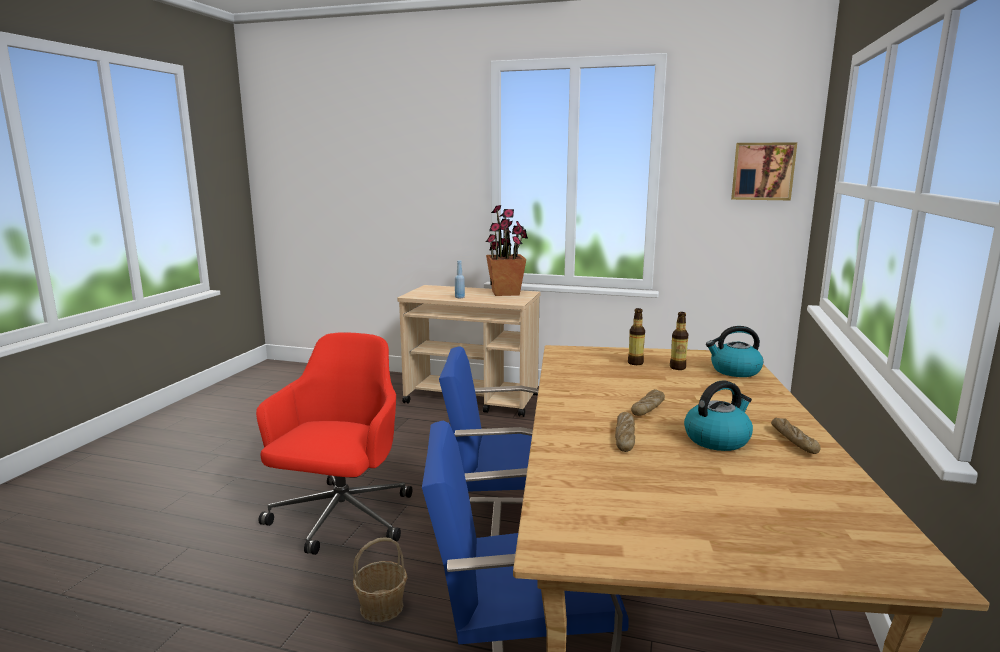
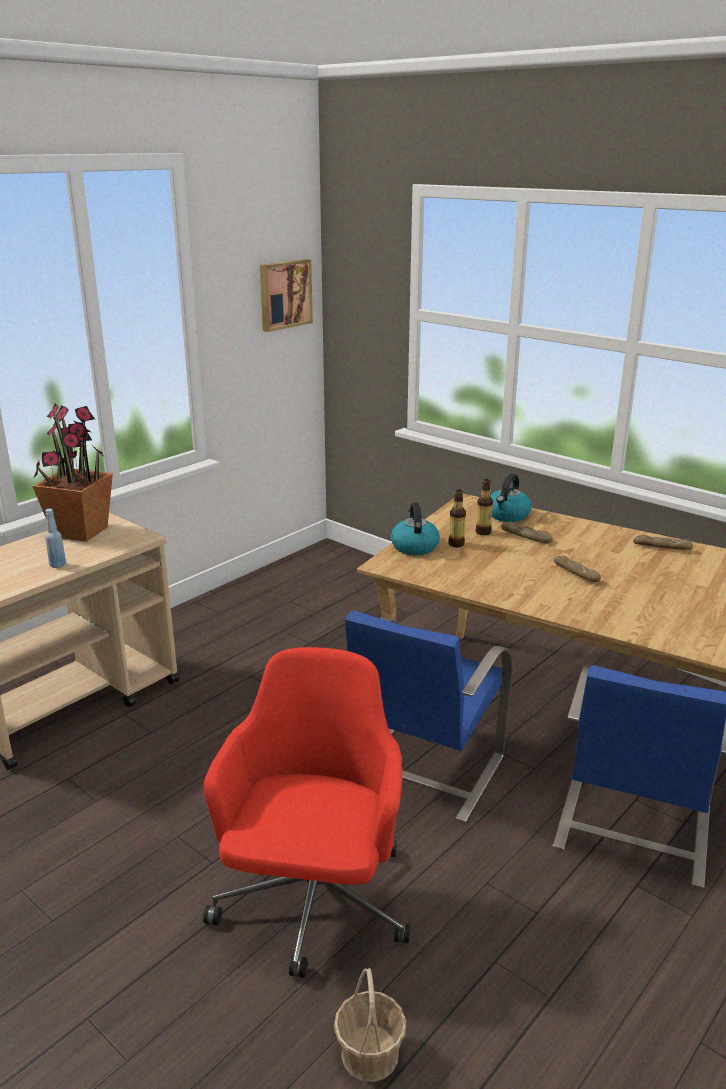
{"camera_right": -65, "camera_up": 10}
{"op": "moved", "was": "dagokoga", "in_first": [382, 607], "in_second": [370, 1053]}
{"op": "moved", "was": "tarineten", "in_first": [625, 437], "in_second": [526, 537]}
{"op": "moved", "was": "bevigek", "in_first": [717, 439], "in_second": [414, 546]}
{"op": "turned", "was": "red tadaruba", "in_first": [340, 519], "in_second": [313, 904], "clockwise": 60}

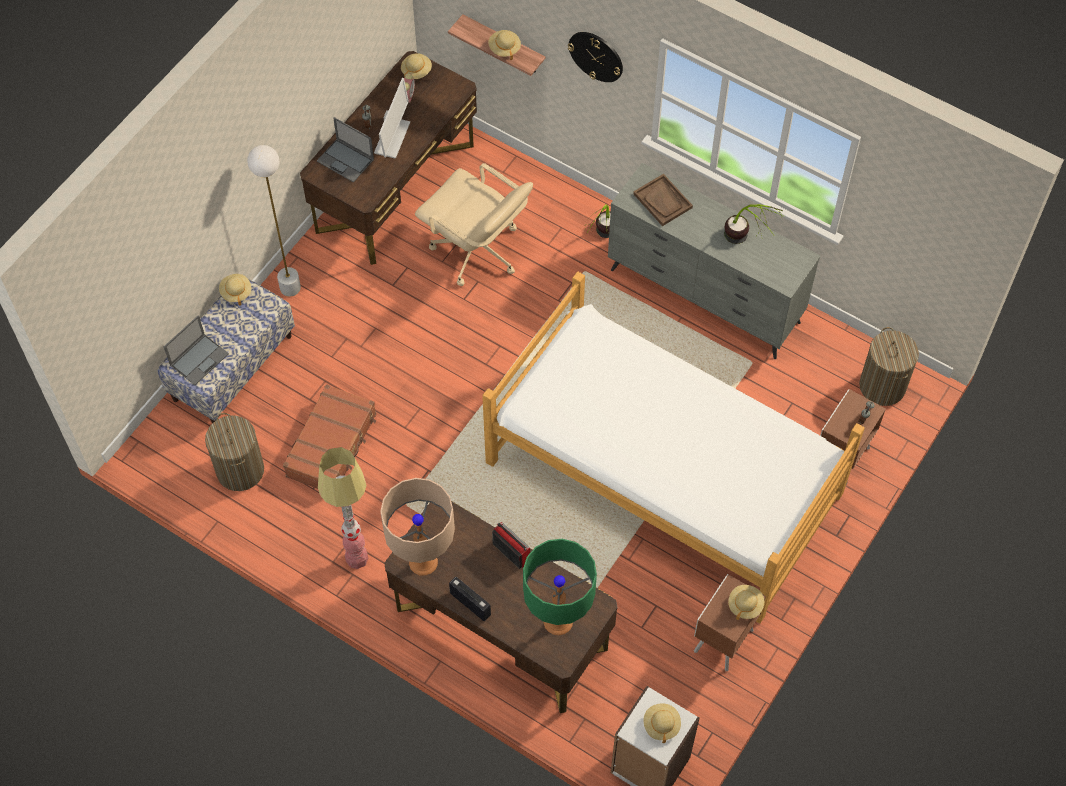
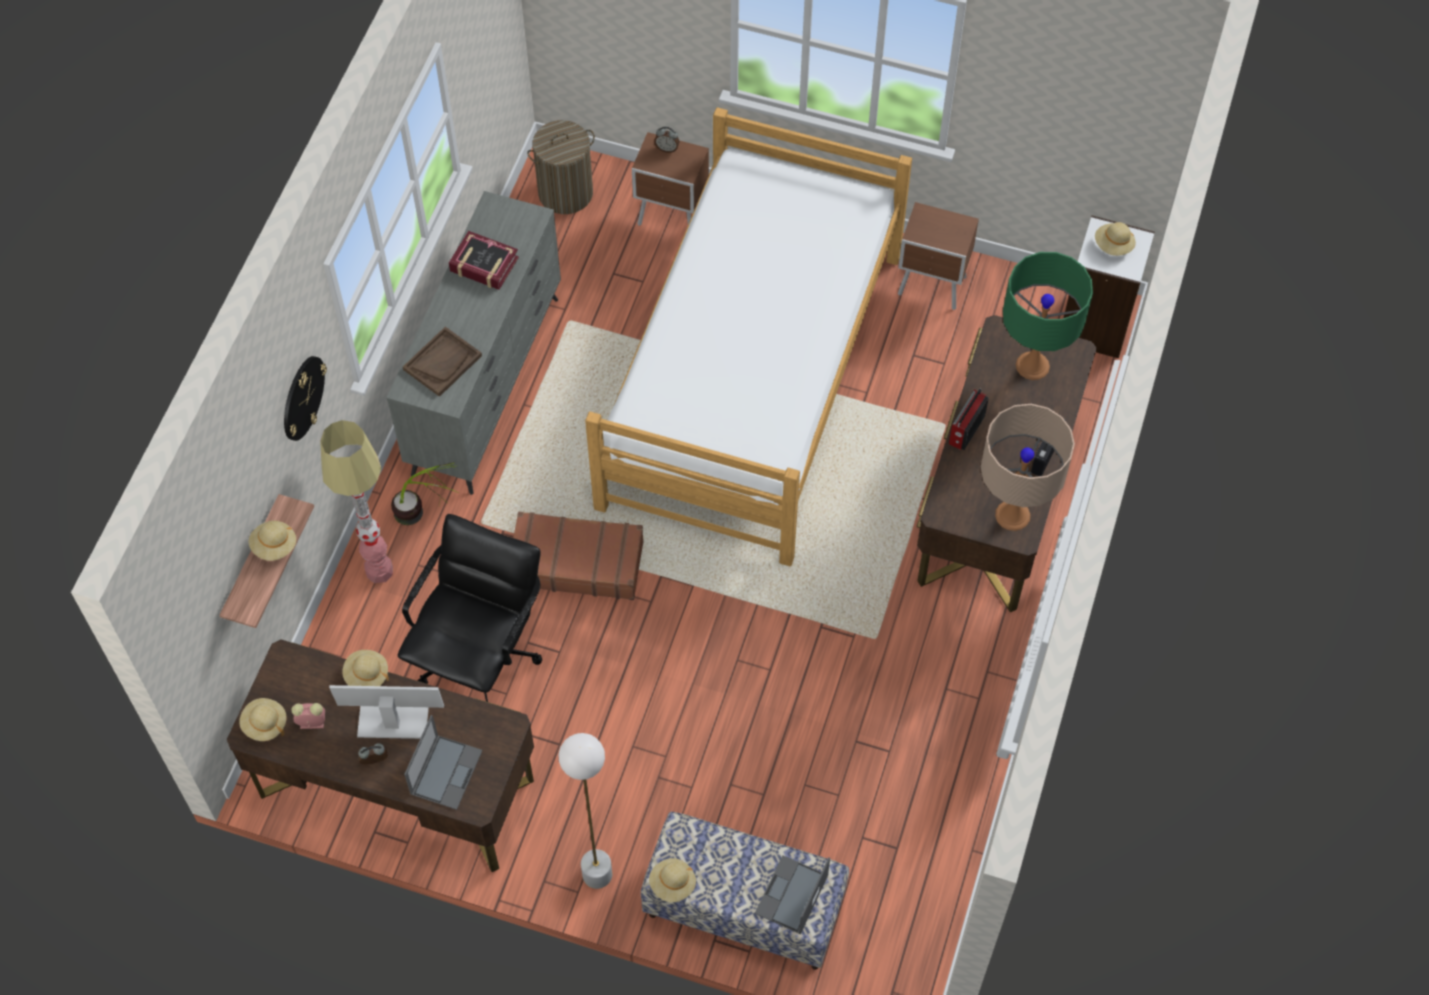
{"camera_right": -105, "camera_up": 0}
{"op": "removed", "was": "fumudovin", "in_first": [240, 470]}
{"op": "moved", "was": "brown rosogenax", "in_first": [332, 445], "in_second": [576, 562]}
{"op": "moved", "was": "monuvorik", "in_first": [357, 558], "in_second": [379, 571]}
{"op": "moved", "was": "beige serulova", "in_first": [745, 605], "in_second": [366, 675]}
{"op": "replaced", "was": "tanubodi", "now": "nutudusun", "in_first": [746, 242], "in_second": [484, 265]}
{"op": "recoloured", "was": "beige tadaruba", "now": "black tadaruba", "in_first": [477, 251], "in_second": [480, 655]}
{"op": "turned", "was": "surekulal", "in_first": [199, 359], "in_second": [791, 896], "clockwise": -90}

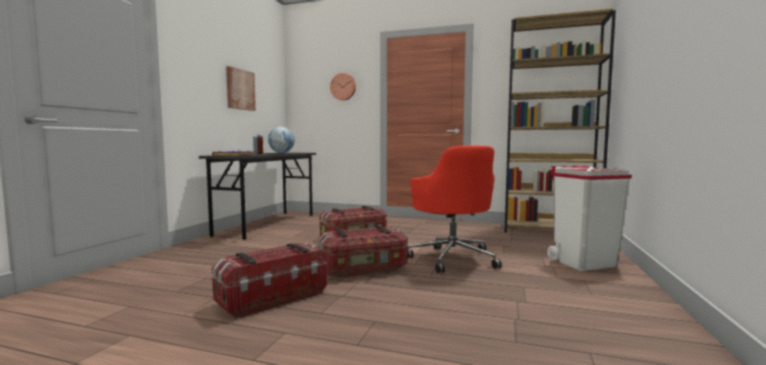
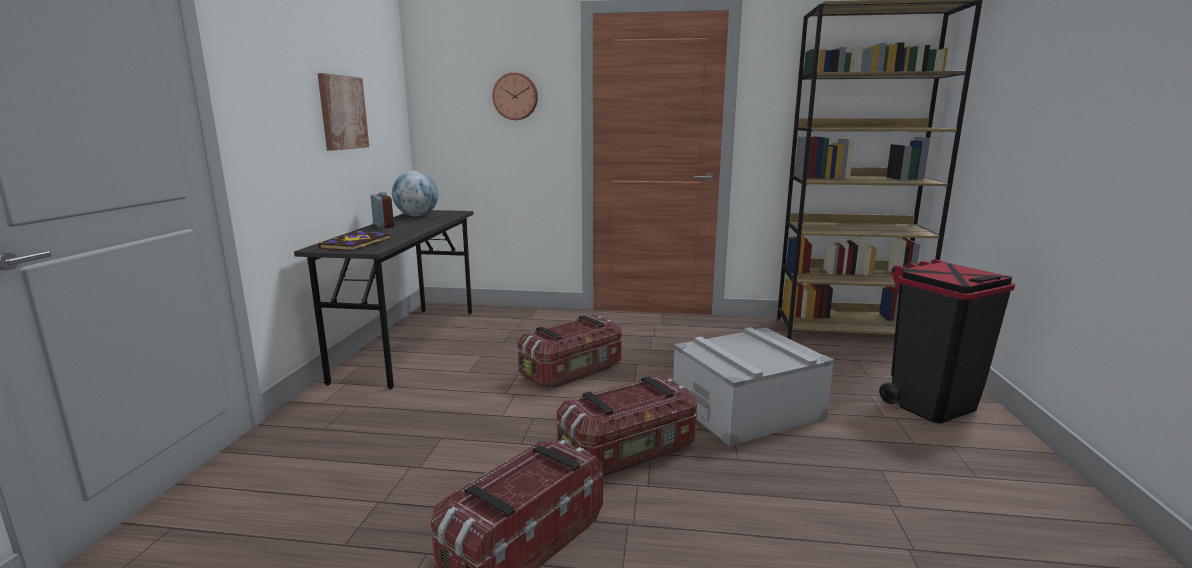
{"camera_right": -10, "camera_up": 10}
{"op": "replaced", "was": "red tadaruba", "now": "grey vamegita", "in_first": [452, 258], "in_second": [747, 410]}
{"op": "recoloured", "was": "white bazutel", "now": "black bazutel", "in_first": [583, 262], "in_second": [930, 404]}

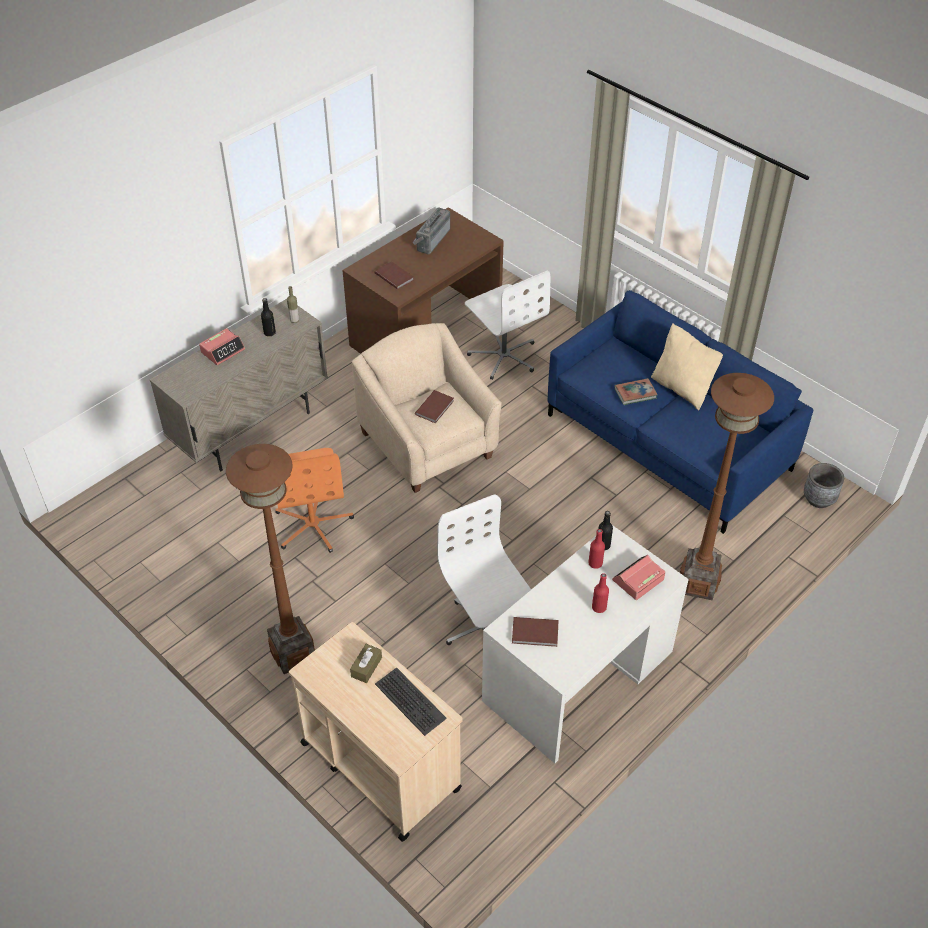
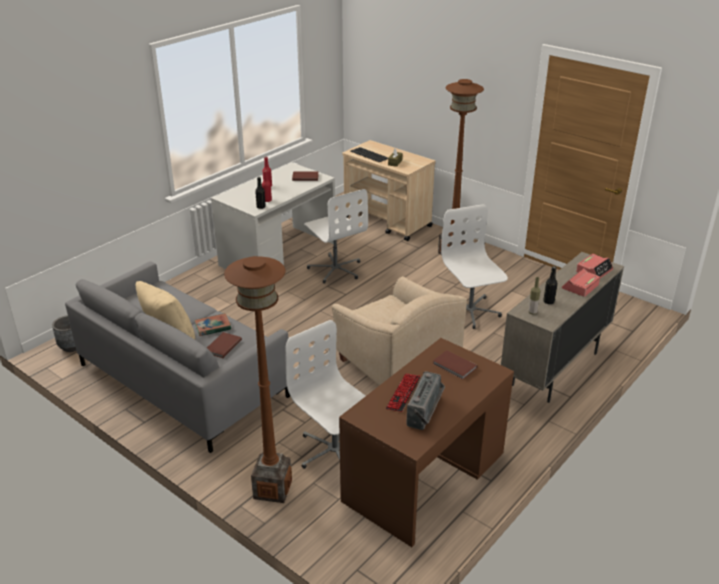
{"camera_right": 175, "camera_up": -15}
{"op": "added", "now": "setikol", "in_second": [403, 393]}
{"op": "moved", "was": "brown nutudusun", "in_first": [435, 407], "in_second": [222, 346]}
{"op": "moved", "was": "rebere", "in_first": [638, 580], "in_second": [594, 271]}
{"op": "moved", "was": "brown monuvorik", "in_first": [698, 584], "in_second": [272, 489]}
{"op": "recoloured", "was": "orange tadaruba", "now": "white tadaruba", "in_first": [313, 524], "in_second": [469, 311]}
{"op": "recoloured", "was": "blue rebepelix", "now": "grey rebepelix", "in_first": [667, 442], "in_second": [183, 380]}

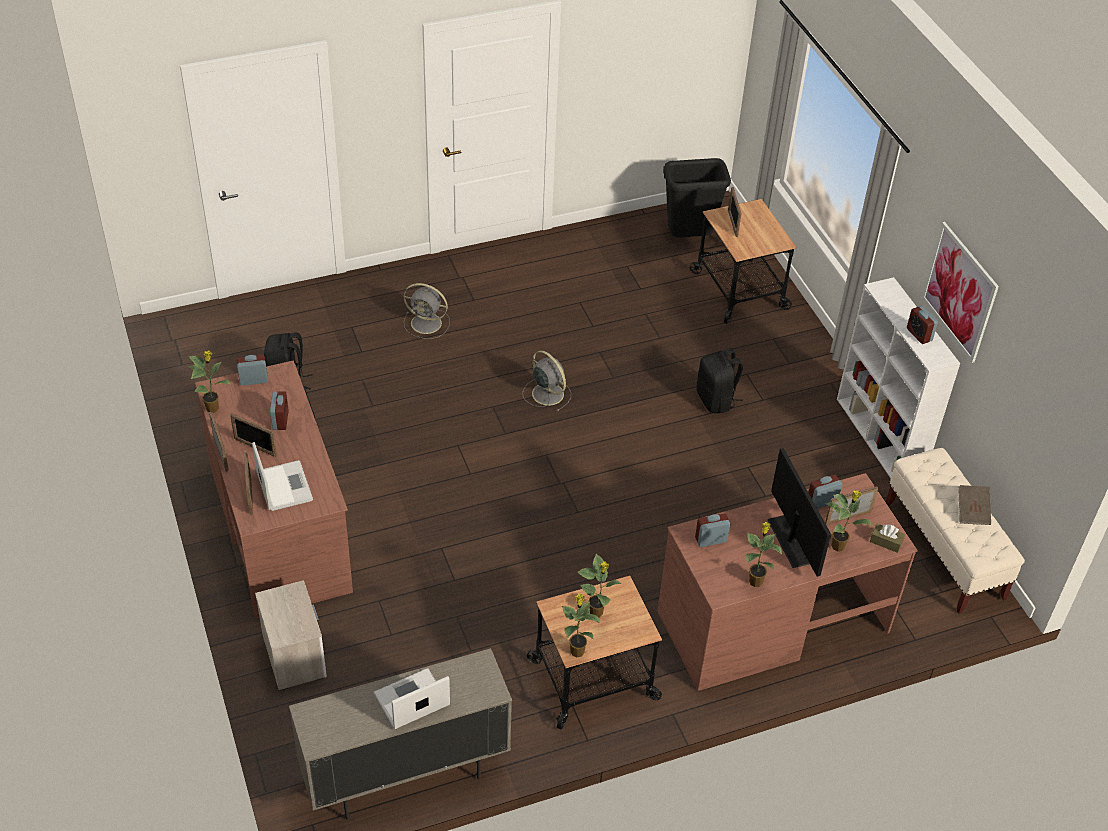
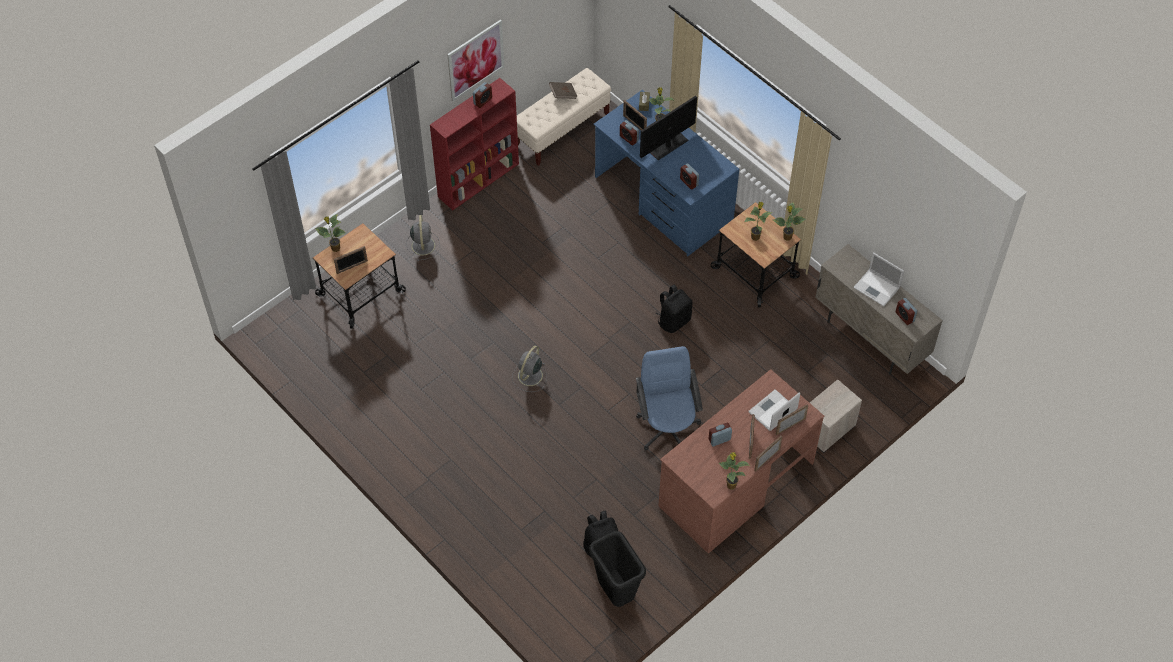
{"camera_right": -110, "camera_up": 10}
{"op": "added", "now": "blue tadaruba", "in_second": [667, 427]}
{"op": "moved", "was": "rebere", "in_first": [253, 380], "in_second": [904, 317]}
{"op": "moved", "was": "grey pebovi", "in_first": [427, 323], "in_second": [423, 245]}
{"op": "moved", "was": "black bazutel", "in_first": [689, 238], "in_second": [615, 593]}
{"op": "moved", "was": "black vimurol", "in_first": [716, 400], "in_second": [673, 320]}
{"op": "moved", "was": "tanubodi", "in_first": [755, 580], "in_second": [335, 248]}
{"op": "recoloured", "was": "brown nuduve", "now": "blue nuduve", "in_first": [772, 621], "in_second": [663, 199]}
{"op": "recoloured", "was": "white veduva", "now": "red veduva", "in_first": [880, 438], "in_second": [479, 179]}

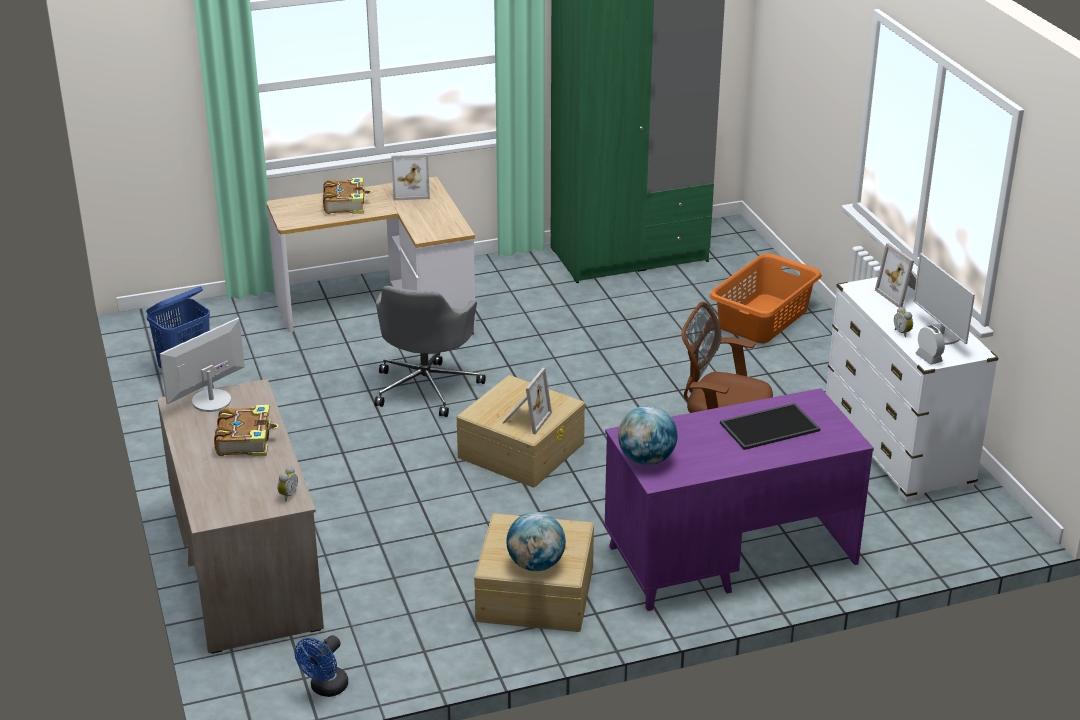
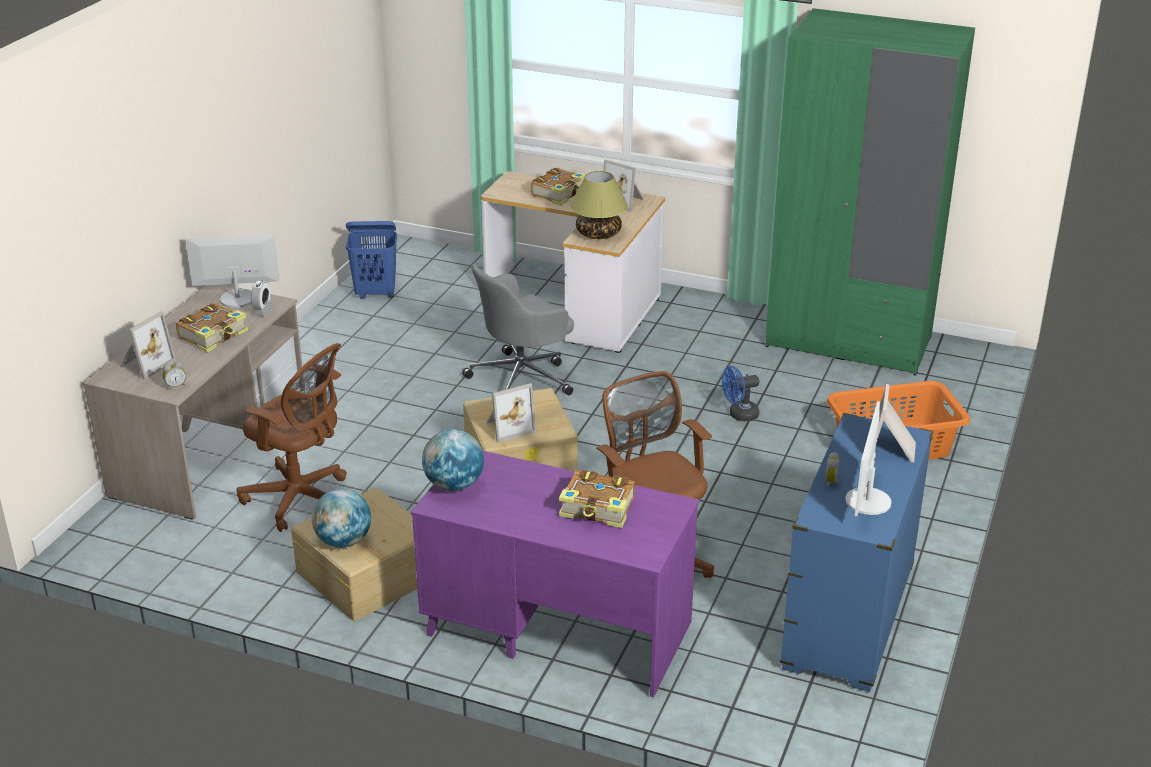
{"camera_right": 40, "camera_up": 0}
{"op": "added", "now": "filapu", "in_second": [145, 364]}
{"op": "added", "now": "brown tadaruba", "in_second": [301, 499]}
{"op": "added", "now": "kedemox", "in_second": [598, 234]}
{"op": "moved", "was": "blue pebovi", "in_first": [325, 689], "in_second": [739, 415]}
{"op": "moved", "was": "rebere", "in_first": [928, 358], "in_second": [262, 311]}
{"op": "replaced", "was": "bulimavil", "now": "nutudusun", "in_first": [769, 426], "in_second": [598, 508]}
{"op": "recoloured", "was": "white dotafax", "now": "blue dotafax", "in_first": [897, 448], "in_second": [848, 619]}

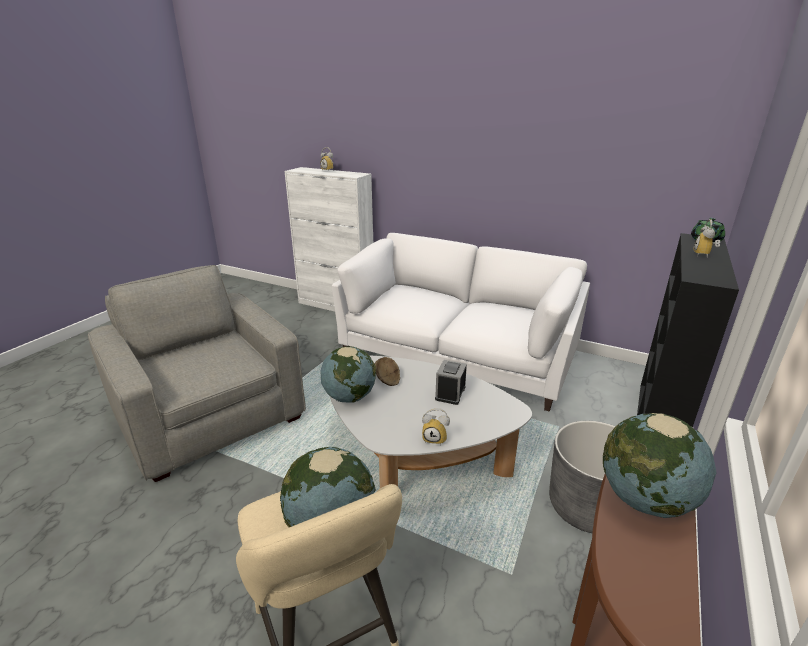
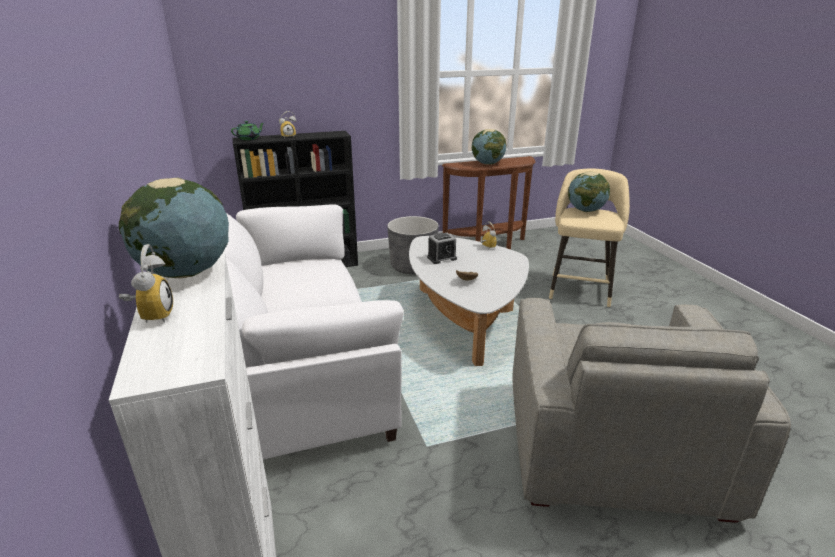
{"camera_right": -135, "camera_up": 0}
{"op": "moved", "was": "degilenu", "in_first": [349, 397], "in_second": [186, 272]}

